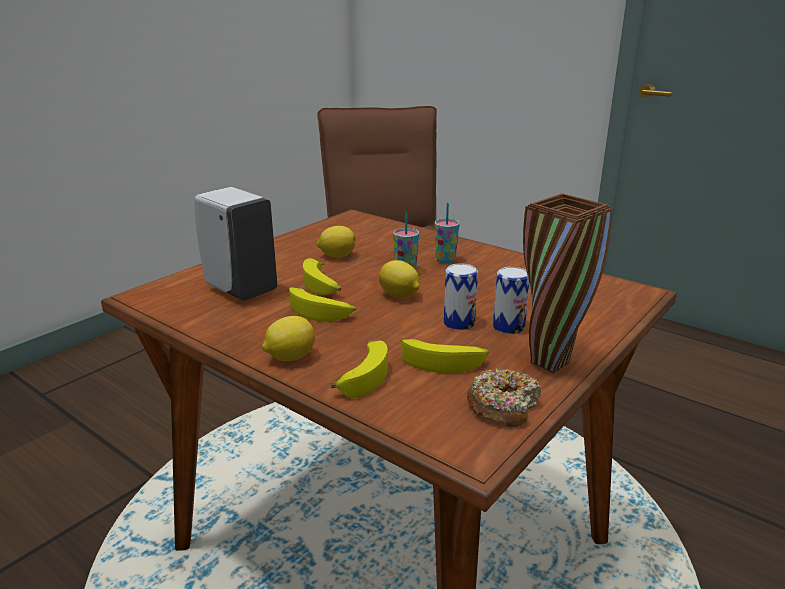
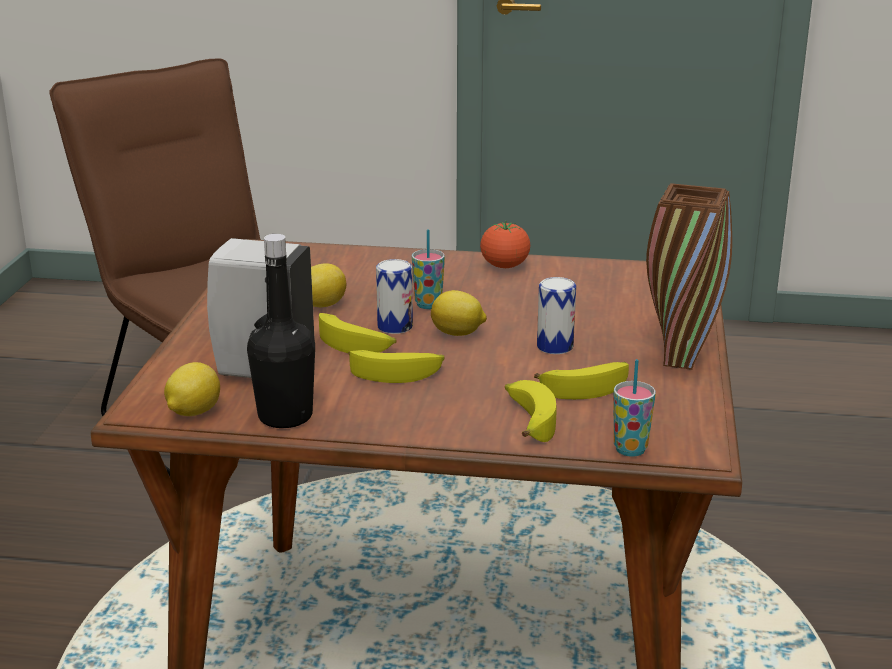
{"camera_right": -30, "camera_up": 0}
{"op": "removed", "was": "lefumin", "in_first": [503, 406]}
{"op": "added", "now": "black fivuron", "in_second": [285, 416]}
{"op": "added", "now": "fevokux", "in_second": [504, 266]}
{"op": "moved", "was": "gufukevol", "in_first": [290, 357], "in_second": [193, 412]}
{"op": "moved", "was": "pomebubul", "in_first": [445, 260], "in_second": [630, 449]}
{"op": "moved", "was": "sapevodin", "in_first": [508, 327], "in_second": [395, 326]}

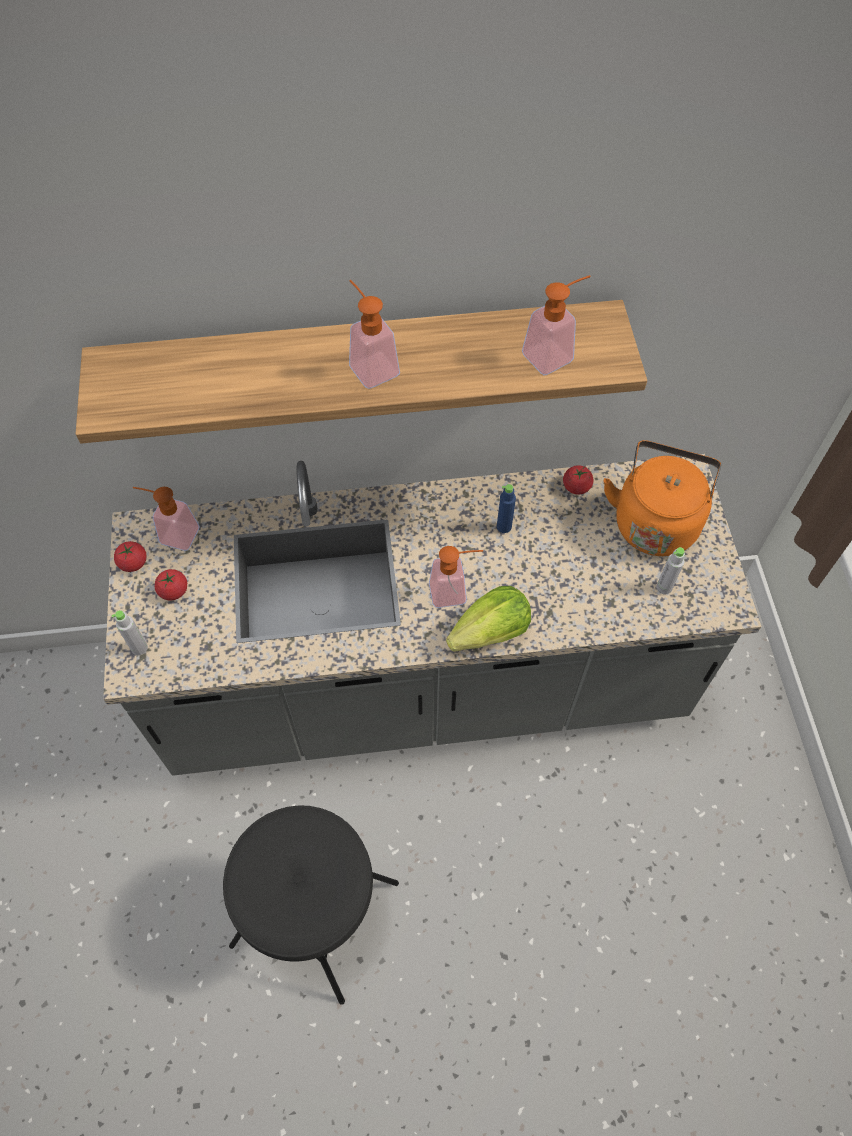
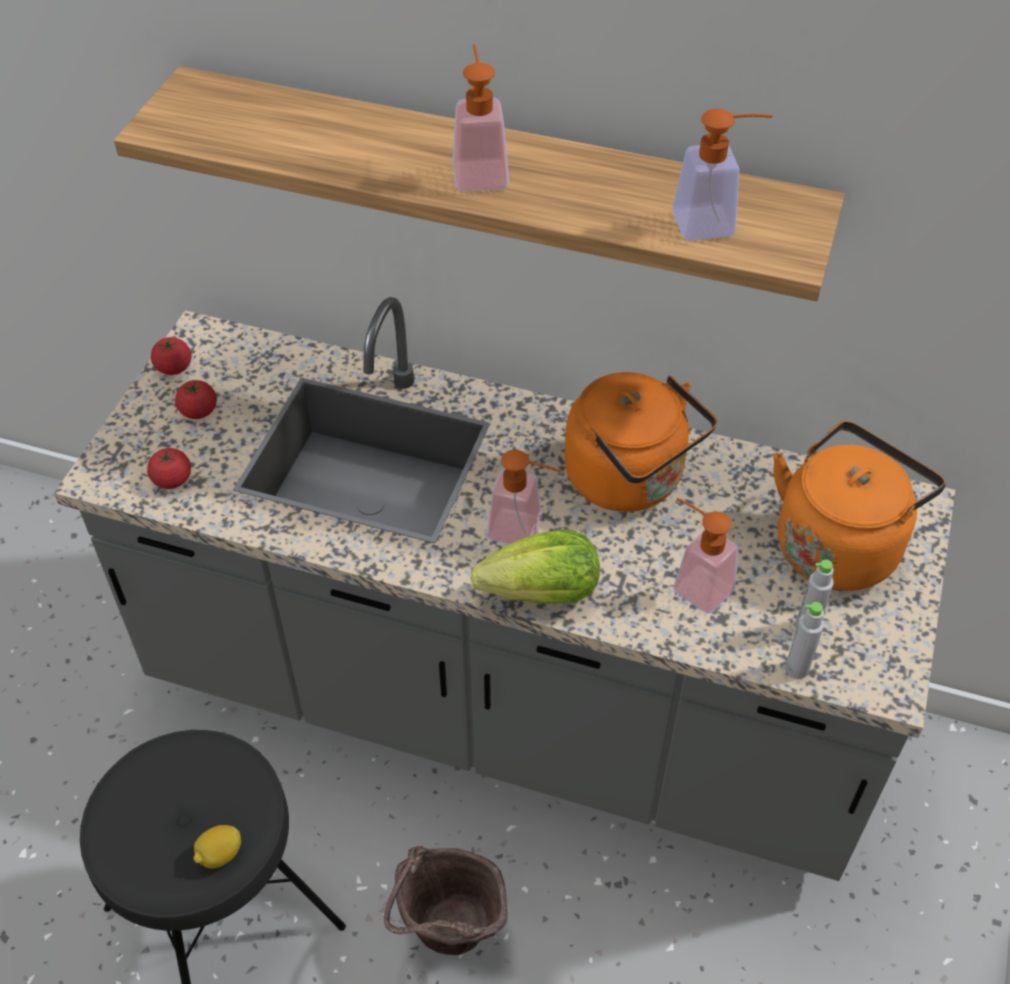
{"camera_right": 25, "camera_up": -10}
{"op": "added", "now": "gufukevol", "in_second": [220, 854]}
{"op": "added", "now": "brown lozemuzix", "in_second": [448, 938]}
{"op": "moved", "was": "grey fivuron", "in_first": [139, 648], "in_second": [796, 669]}
{"op": "moved", "was": "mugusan", "in_first": [173, 534], "in_second": [694, 584]}
{"op": "moved", "was": "fevokux", "in_first": [576, 487], "in_second": [172, 480]}
{"op": "replaced", "was": "blue fivuron", "now": "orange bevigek", "in_first": [504, 526], "in_second": [630, 480]}

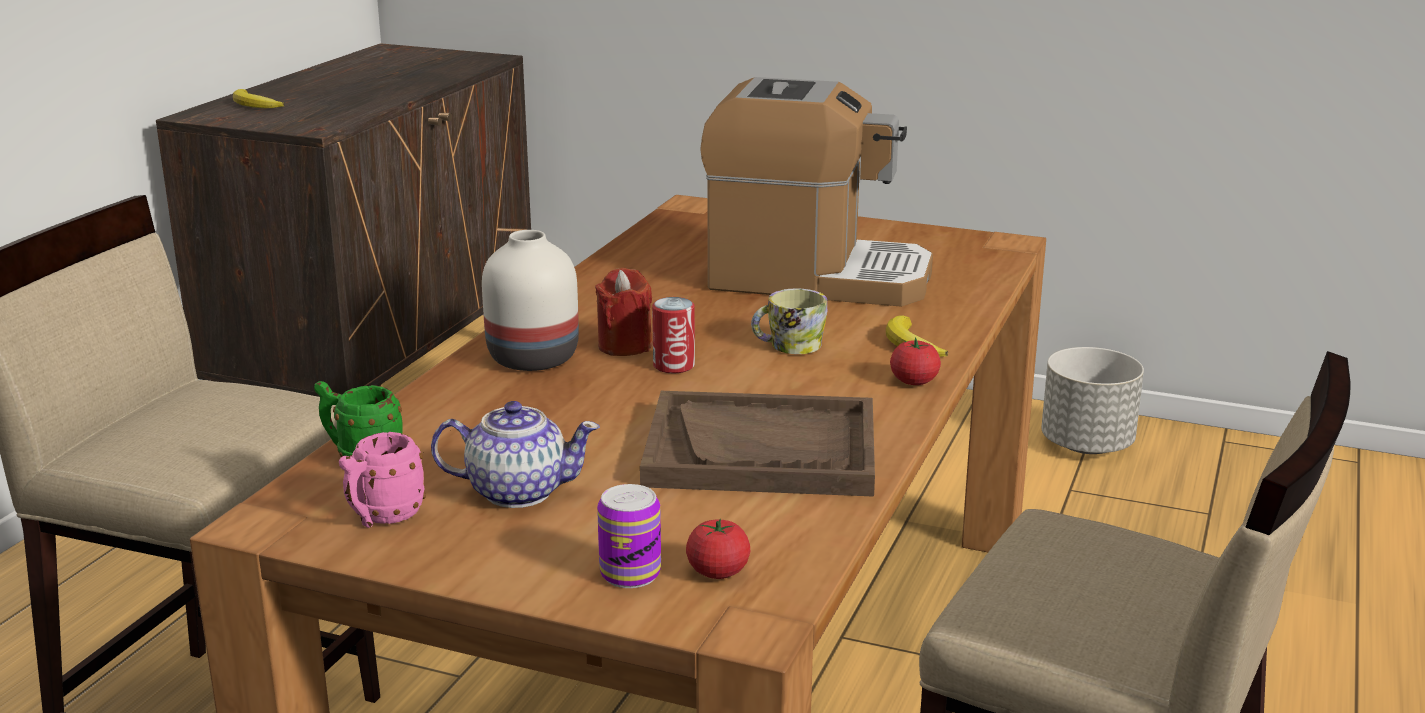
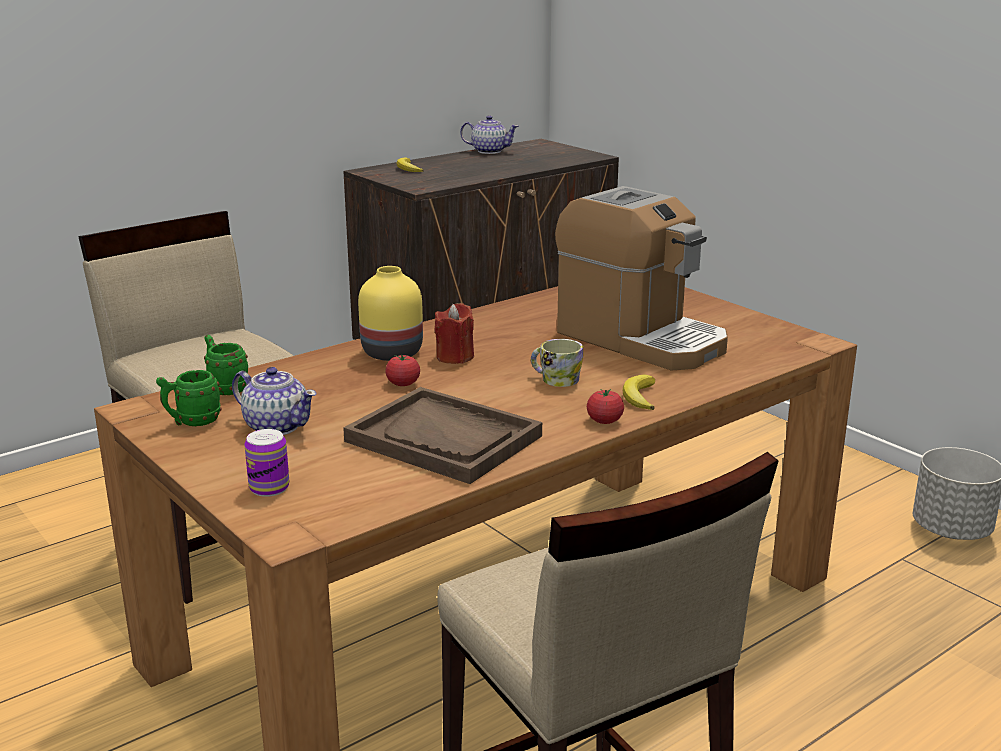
{"camera_right": 30, "camera_up": 0}
{"op": "removed", "was": "sapevodin", "in_first": [674, 365]}
{"op": "added", "now": "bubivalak", "in_second": [489, 151]}
{"op": "moved", "was": "fevokux", "in_first": [718, 572], "in_second": [403, 383]}
{"op": "recoloured", "was": "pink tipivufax", "now": "green tipivufax", "in_first": [382, 517], "in_second": [192, 422]}
{"op": "recoloured", "was": "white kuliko", "now": "yellow kuliko", "in_first": [530, 358], "in_second": [390, 352]}

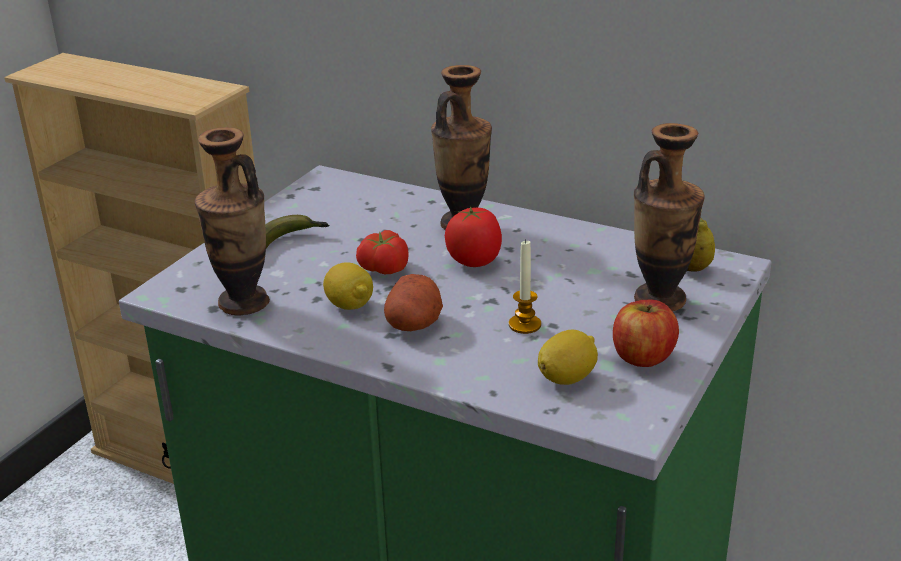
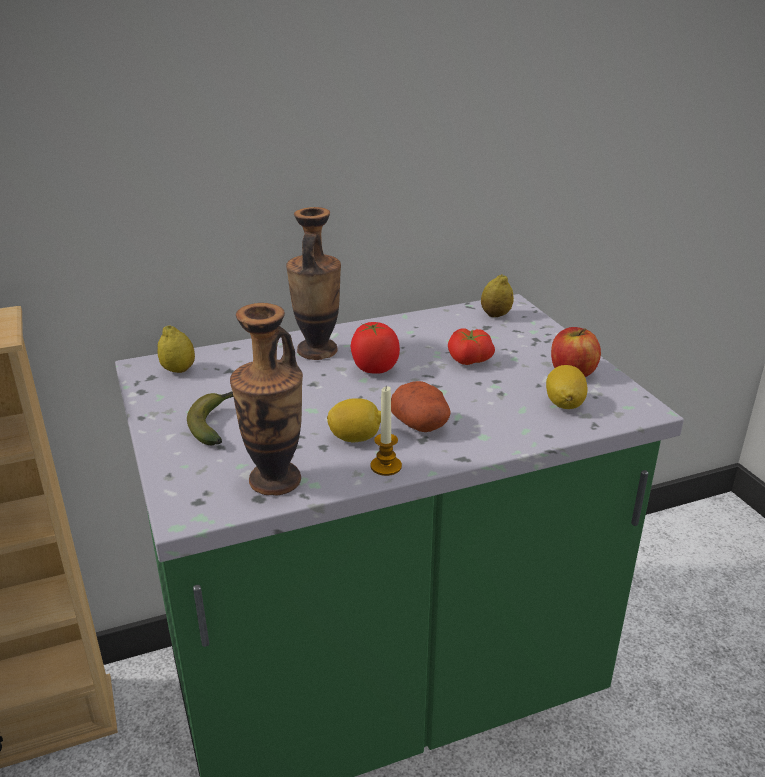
{"camera_right": -50, "camera_up": 0}
{"op": "removed", "was": "kuliko", "in_first": [660, 300]}
{"op": "added", "now": "gufukevol", "in_second": [178, 370]}
{"op": "moved", "was": "fevokux", "in_first": [383, 269], "in_second": [468, 361]}
{"op": "moved", "was": "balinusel", "in_first": [524, 325], "in_second": [386, 466]}

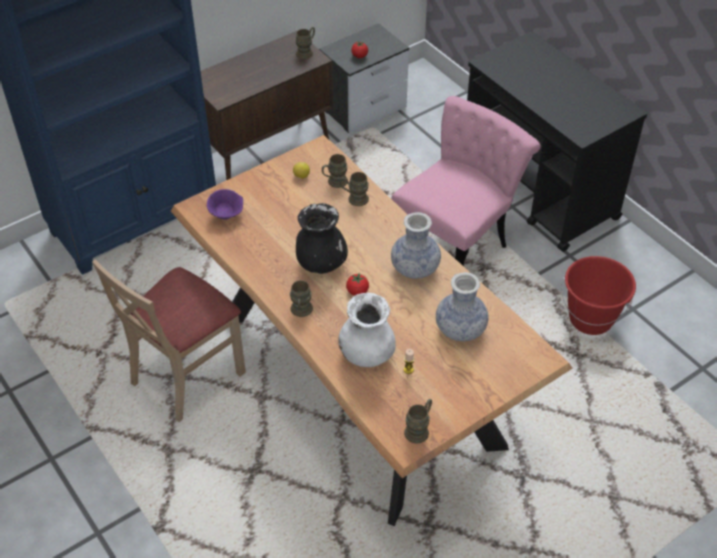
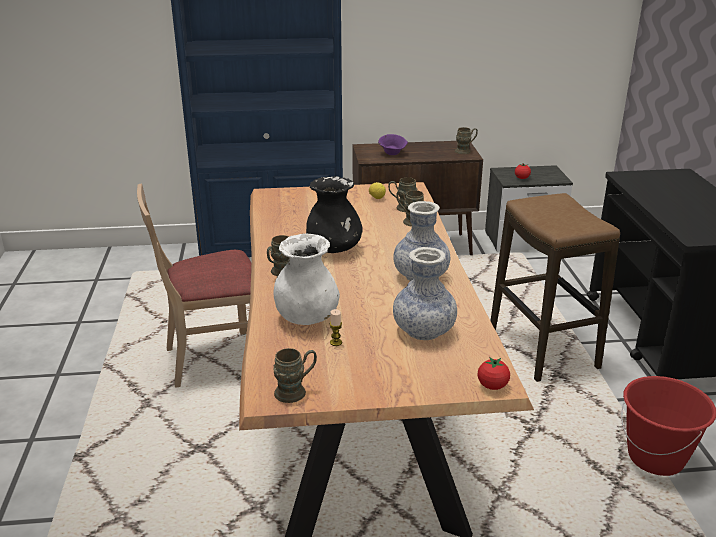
{"camera_right": 30, "camera_up": -20}
{"op": "moved", "was": "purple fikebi", "in_first": [226, 215], "in_second": [392, 153]}
{"op": "moved", "was": "fevokux", "in_first": [357, 292], "in_second": [492, 386]}
{"op": "replaced", "was": "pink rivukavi", "now": "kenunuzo", "in_first": [456, 242], "in_second": [543, 348]}

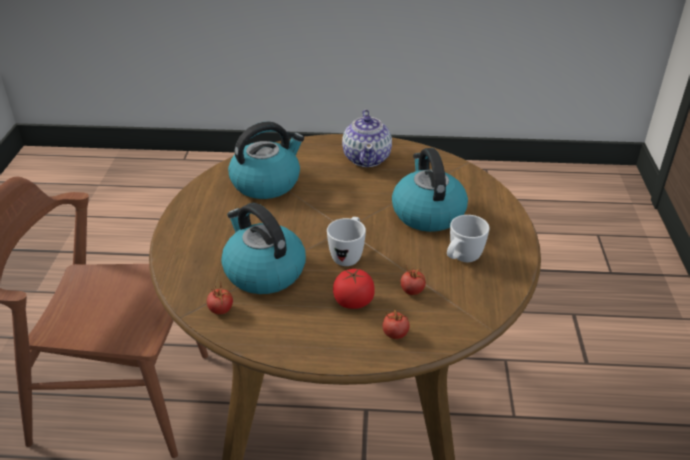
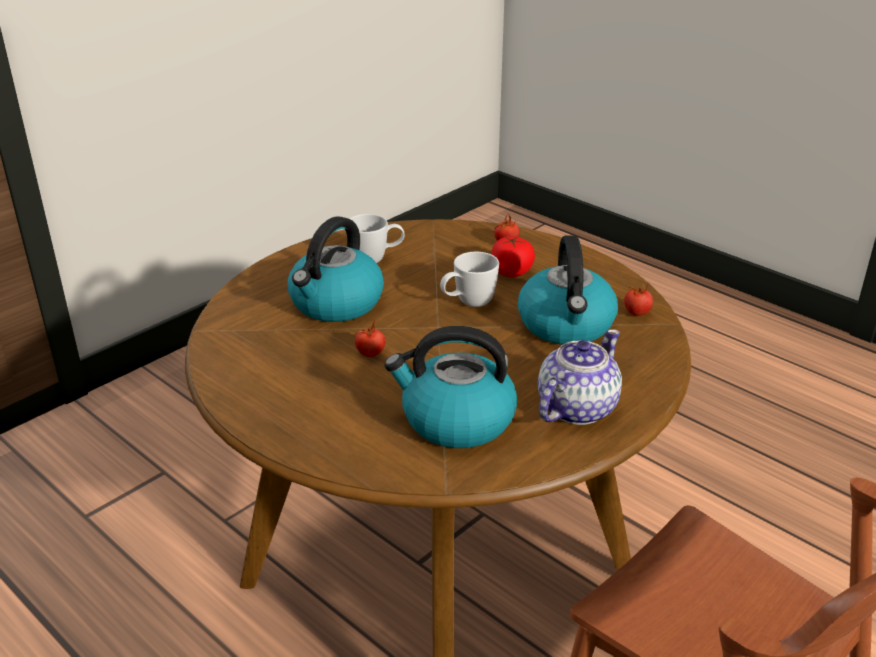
{"camera_right": -140, "camera_up": -5}
{"op": "moved", "was": "bubivalak", "in_first": [367, 158], "in_second": [575, 408]}
{"op": "moved", "was": "fevokux", "in_first": [412, 291], "in_second": [370, 353]}

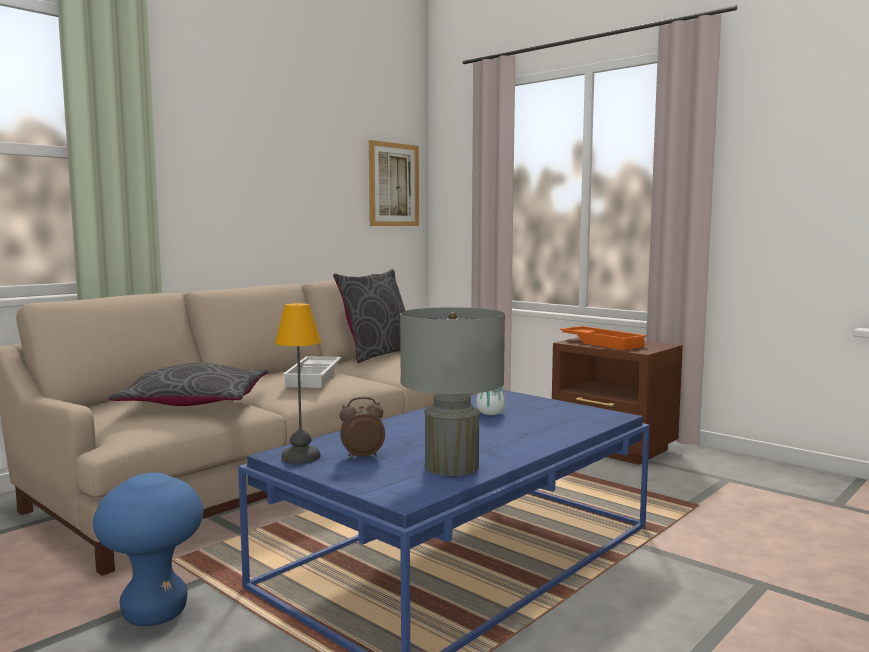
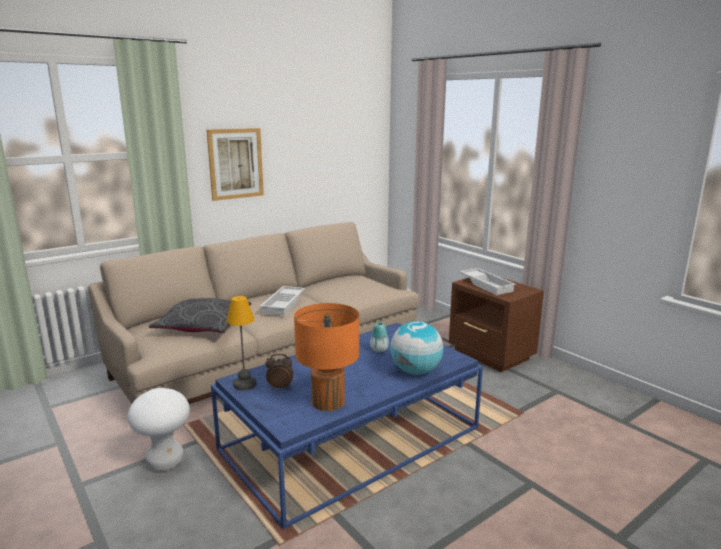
{"camera_right": 10, "camera_up": 10}
{"op": "removed", "was": "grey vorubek", "in_first": [377, 355]}
{"op": "added", "now": "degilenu", "in_second": [415, 371]}
{"op": "moved", "was": "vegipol", "in_first": [393, 184], "in_second": [236, 163]}
{"op": "recoloured", "was": "blue kenunuzo", "now": "white kenunuzo", "in_first": [155, 613], "in_second": [165, 462]}
{"op": "recoloured", "was": "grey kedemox", "now": "orange kedemox", "in_first": [452, 466], "in_second": [328, 402]}
{"op": "recoloured", "was": "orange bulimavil", "now": "white bulimavil", "in_first": [603, 343], "in_second": [487, 285]}

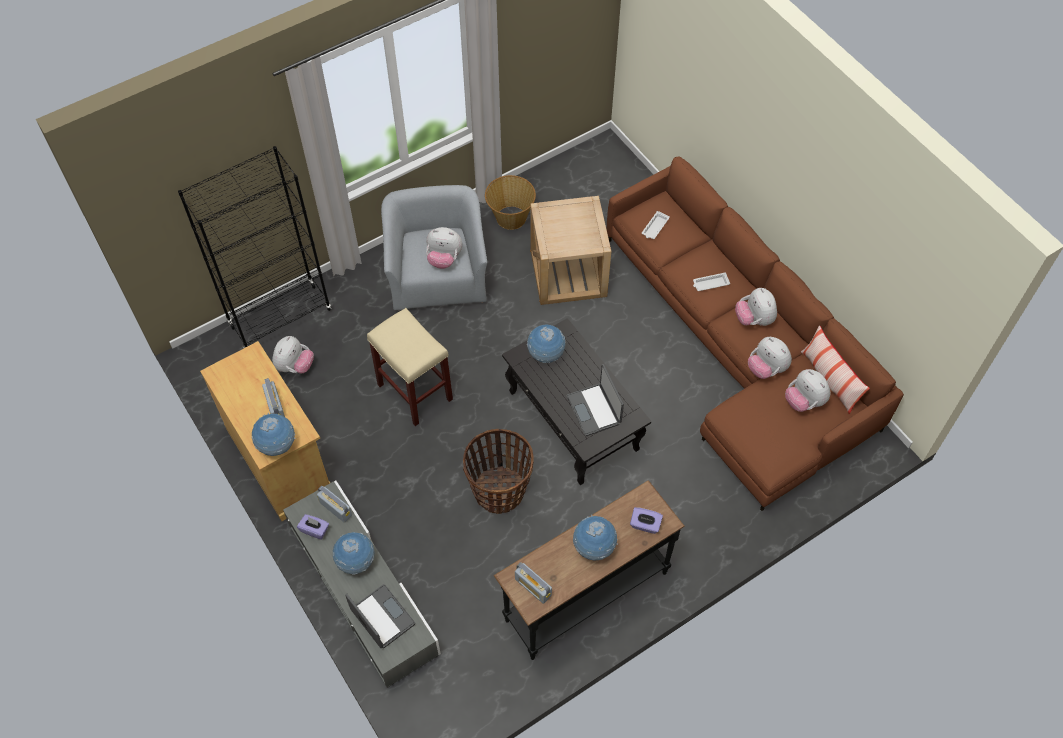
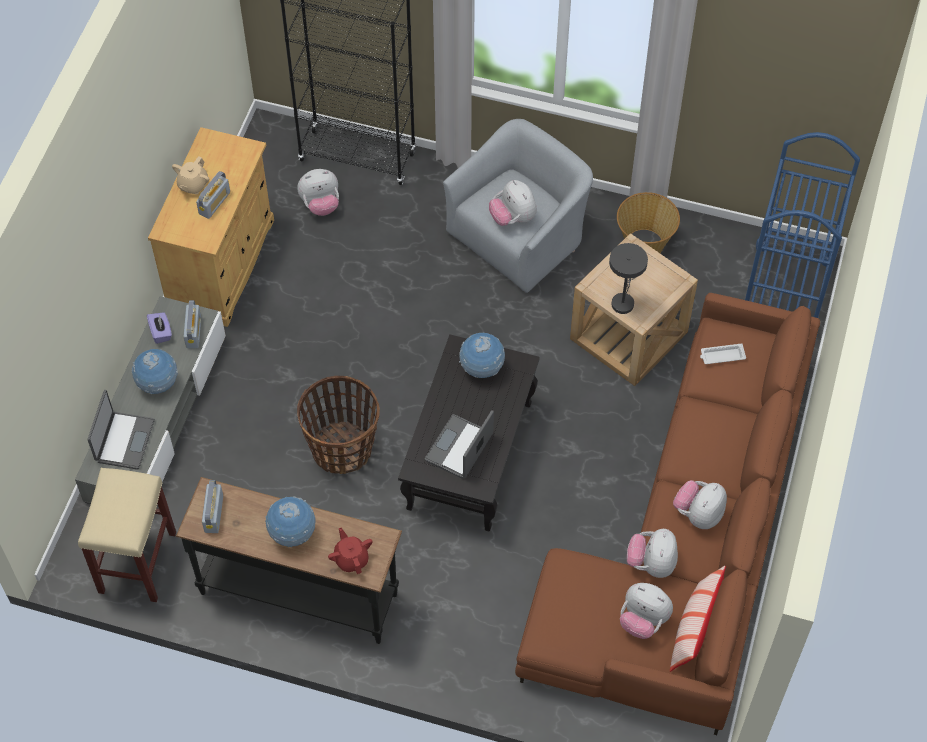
{"camera_right": 50, "camera_up": 0}
{"op": "removed", "was": "degilenu", "in_first": [277, 445]}
{"op": "removed", "was": "white bulimavil", "in_first": [710, 284]}
{"op": "added", "now": "beige bubivalak", "in_second": [193, 185]}
{"op": "added", "now": "grey kedemox", "in_second": [623, 301]}
{"op": "added", "now": "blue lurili", "in_second": [785, 291]}
{"op": "moved", "was": "beige kenunuzo", "in_first": [416, 392], "in_second": [138, 563]}
{"op": "replaced", "was": "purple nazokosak", "now": "red bubivalak", "in_first": [645, 525], "in_second": [351, 559]}
{"op": "turned", "was": "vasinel", "in_first": [804, 401], "in_second": [643, 620], "clockwise": -75}

